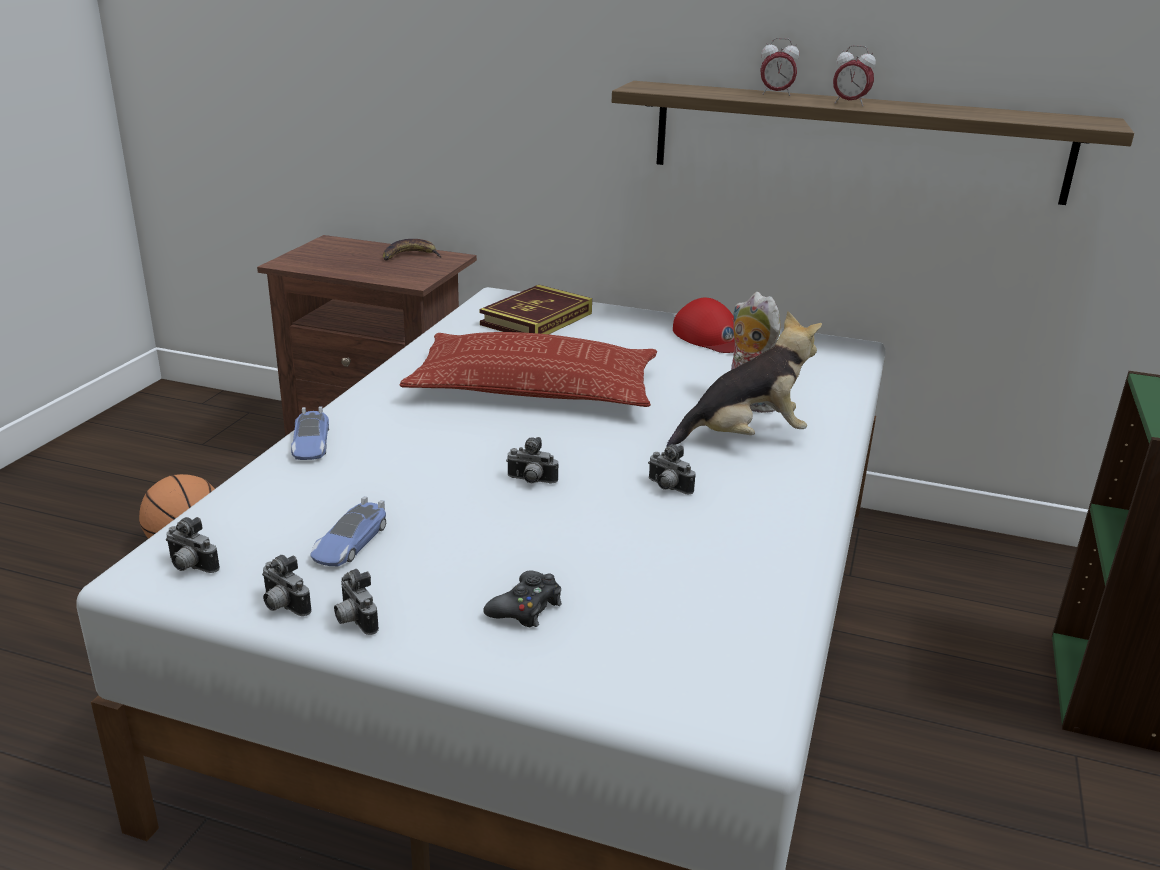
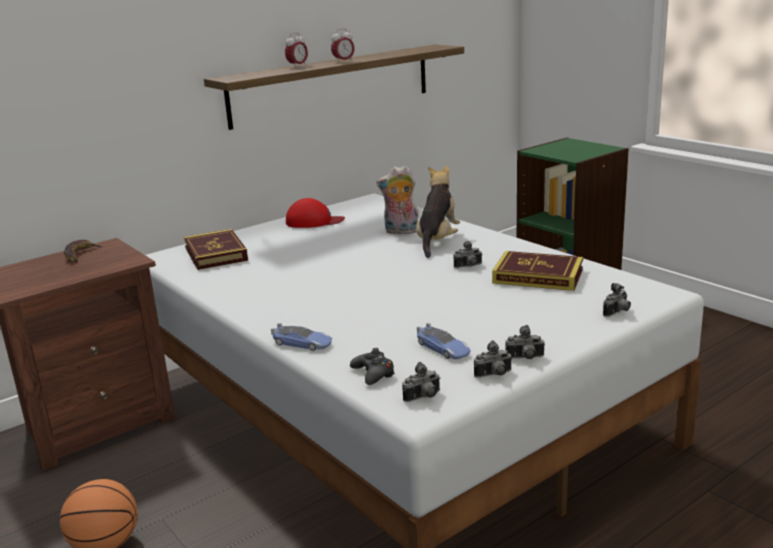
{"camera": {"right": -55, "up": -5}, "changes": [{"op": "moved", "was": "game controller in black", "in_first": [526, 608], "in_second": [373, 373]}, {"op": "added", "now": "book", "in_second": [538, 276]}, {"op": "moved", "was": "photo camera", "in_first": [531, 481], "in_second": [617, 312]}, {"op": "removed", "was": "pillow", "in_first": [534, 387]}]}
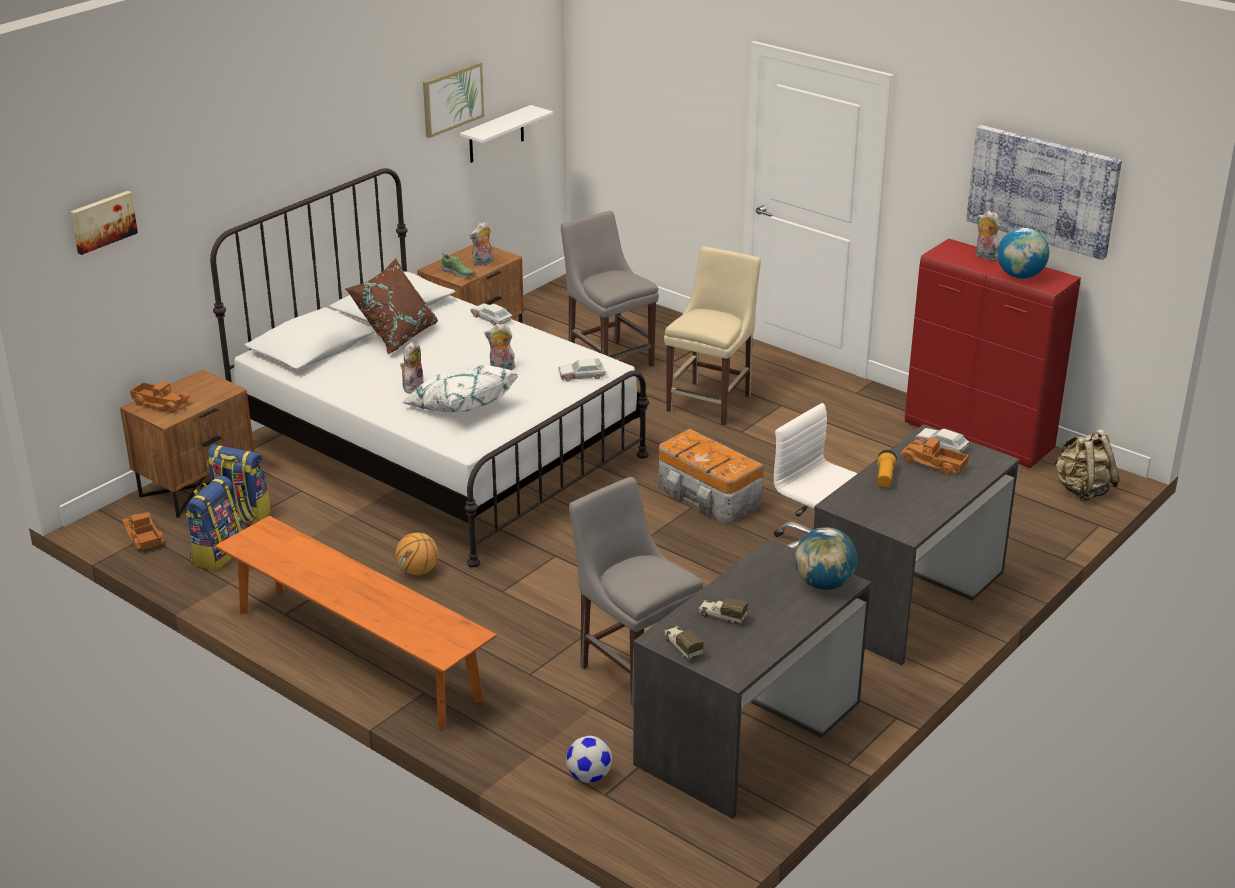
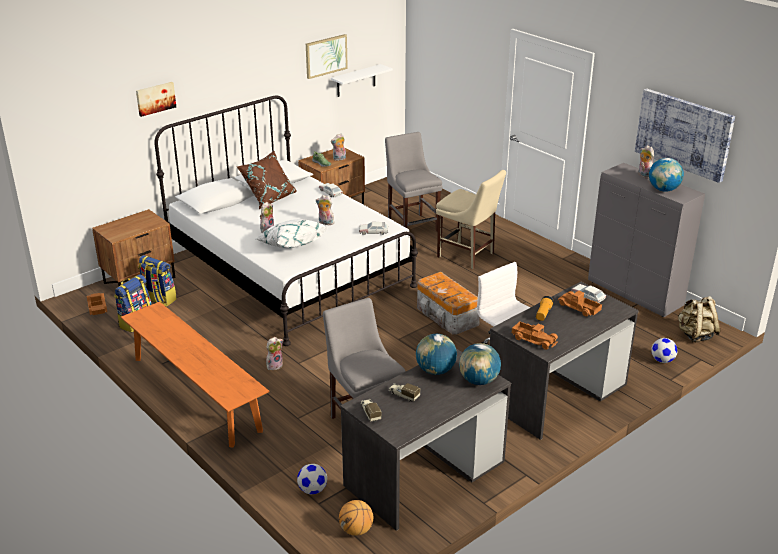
{"camera": {"right": 10, "up": 0}, "changes": [{"op": "moved", "was": "picture", "in_first": [102, 221], "in_second": [155, 98]}, {"op": "added", "now": "plush toy", "in_second": [274, 365]}, {"op": "moved", "was": "basketball", "in_first": [418, 571], "in_second": [356, 530]}, {"op": "added", "now": "globe", "in_second": [435, 370]}, {"op": "turned", "was": "chair in beige", "in_first": [711, 401], "in_second": [468, 256], "clockwise": 90}, {"op": "moved", "was": "toy truck", "in_first": [161, 403], "in_second": [534, 339]}, {"op": "recoloured", "was": "cabinet in red", "now": "cabinet in grey", "in_first": [979, 437], "in_second": [635, 294]}, {"op": "added", "now": "football", "in_second": [662, 360]}]}
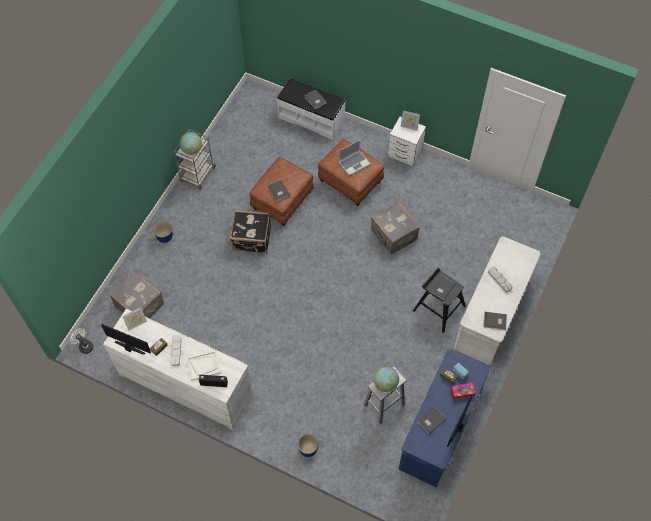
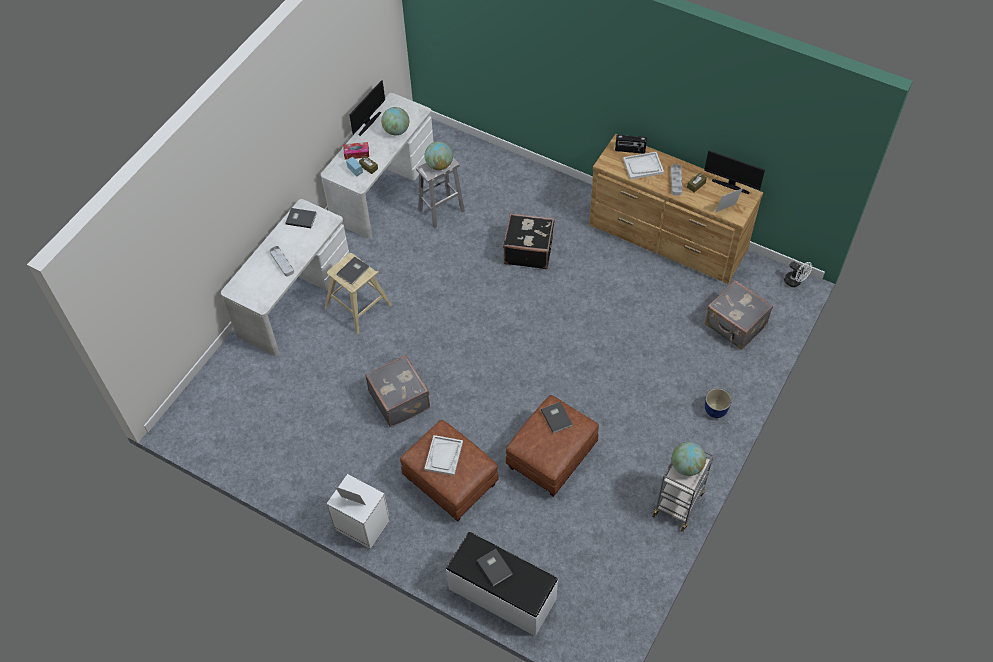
{"camera": {"right": -175, "up": -5}, "changes": [{"op": "recoloured", "was": "desk in blue", "now": "desk in white", "in_first": [440, 429], "in_second": [383, 187]}, {"op": "recoloured", "was": "stool in black", "now": "stool in beige", "in_first": [438, 308], "in_second": [358, 307]}, {"op": "replaced", "was": "book in grey", "now": "globe", "in_first": [430, 420], "in_second": [396, 131]}, {"op": "replaced", "was": "laptop", "now": "tray in white", "in_first": [354, 163], "in_second": [444, 456]}, {"op": "moved", "was": "suitcase in black", "in_first": [252, 239], "in_second": [528, 250]}, {"op": "recoloured", "was": "dresser in white", "now": "dresser in brown", "in_first": [185, 383], "in_second": [667, 239]}, {"op": "removed", "was": "planter", "in_first": [308, 449]}]}
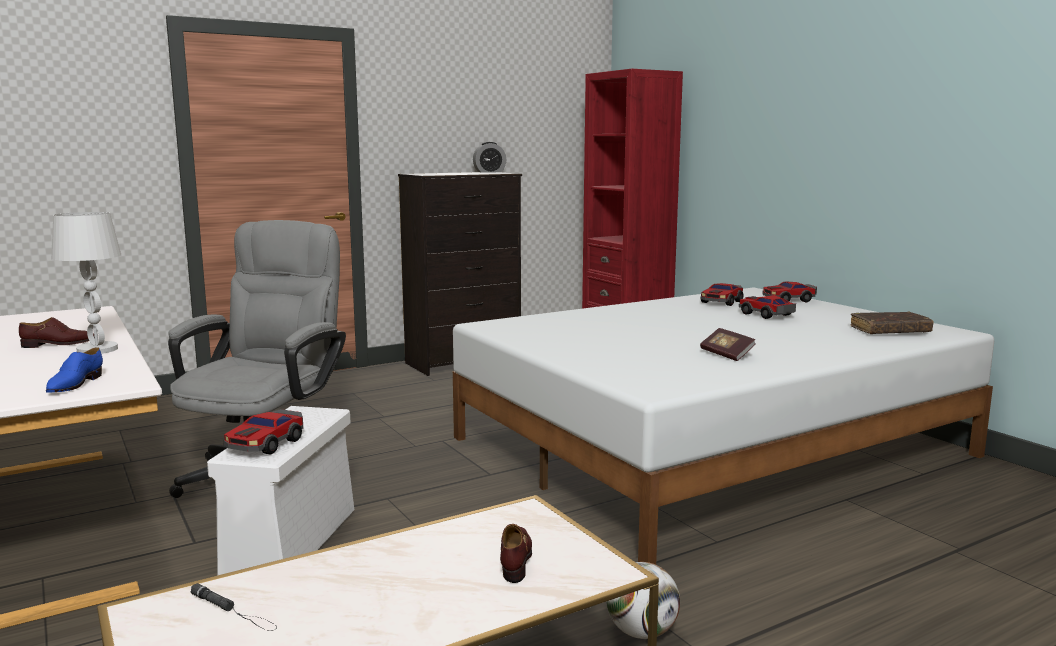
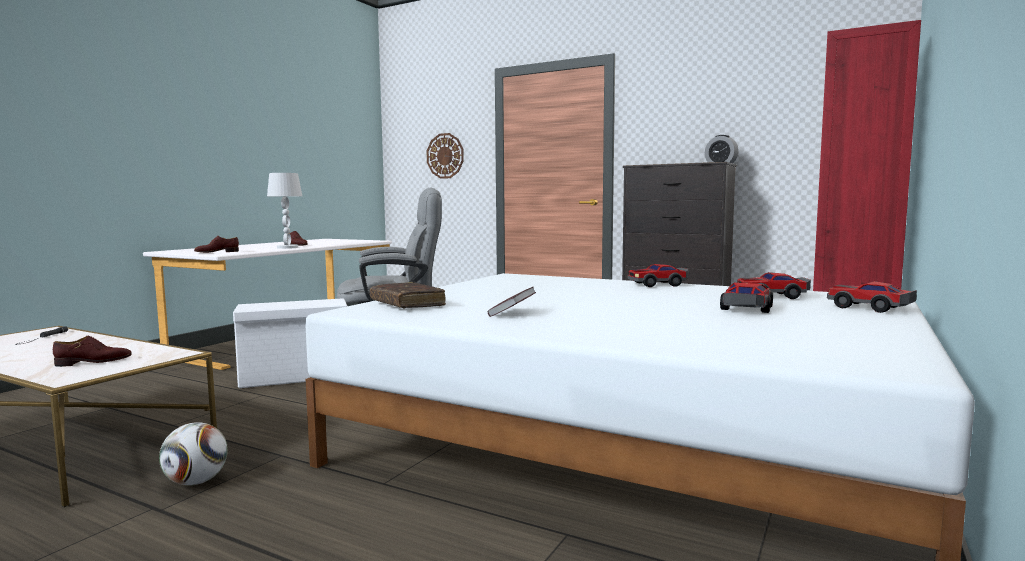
{"camera": {"right": 60, "up": -5}, "changes": [{"op": "recoloured", "was": "shoe in blue", "now": "shoe in brown", "in_first": [75, 384], "in_second": [217, 252]}, {"op": "moved", "was": "book in brown", "in_first": [890, 331], "in_second": [407, 304]}, {"op": "added", "now": "wall clock", "in_second": [445, 156]}, {"op": "moved", "was": "toy car", "in_first": [266, 444], "in_second": [657, 284]}]}
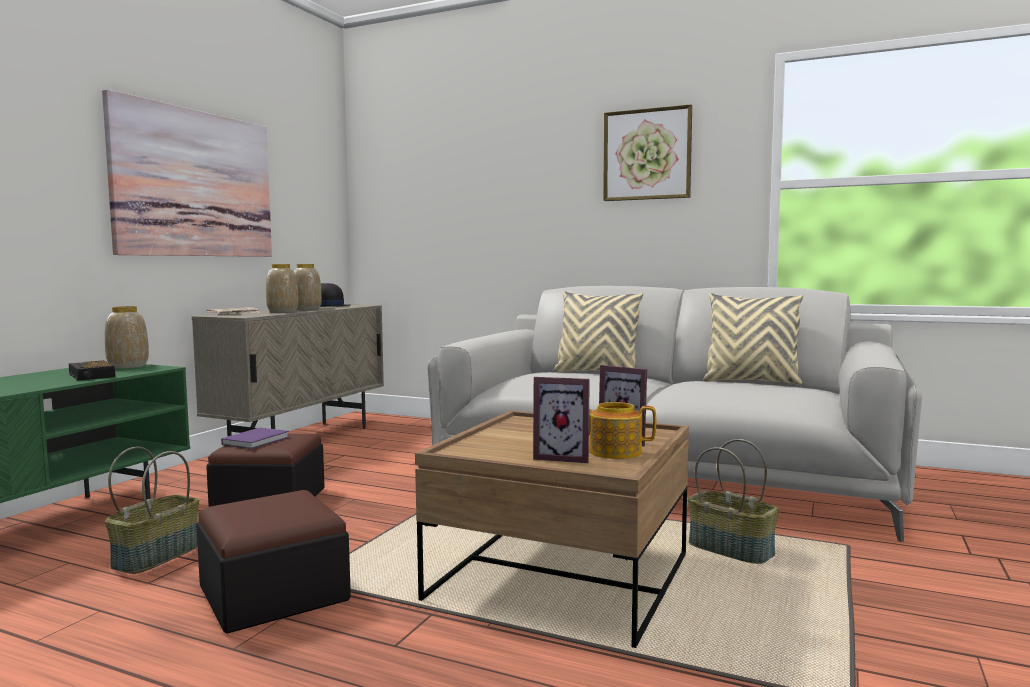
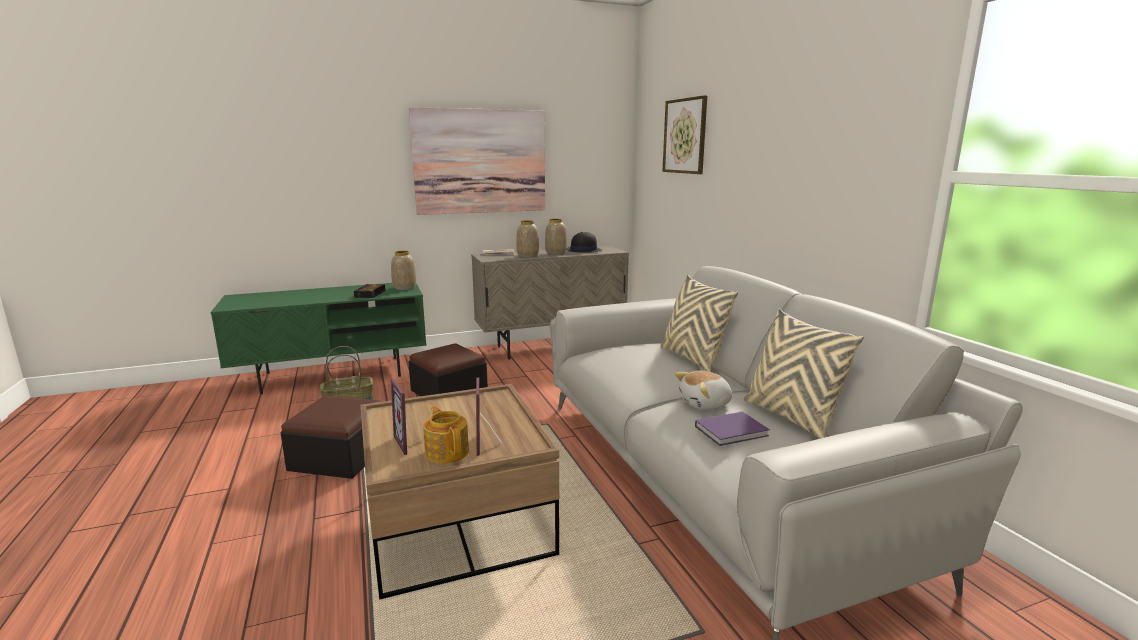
{"camera": {"right": 45, "up": 10}, "changes": [{"op": "moved", "was": "picture", "in_first": [647, 154], "in_second": [685, 136]}, {"op": "added", "now": "plush toy", "in_second": [705, 404]}, {"op": "moved", "was": "book in purple", "in_first": [257, 440], "in_second": [733, 431]}, {"op": "removed", "was": "basket", "in_first": [732, 549]}]}
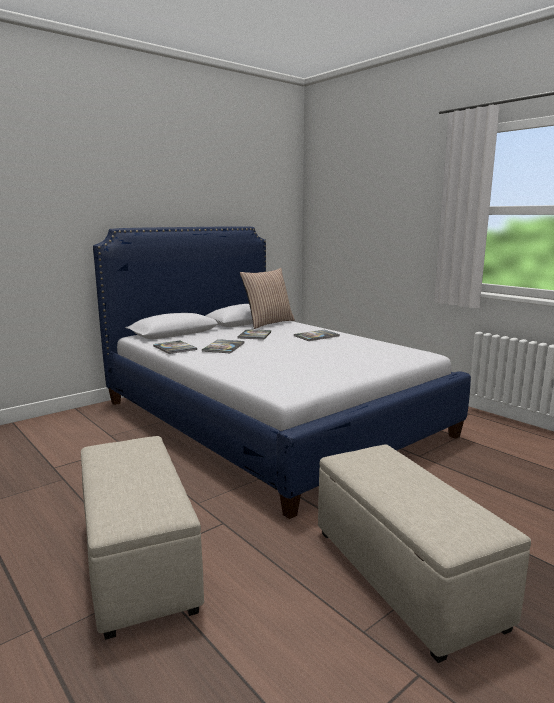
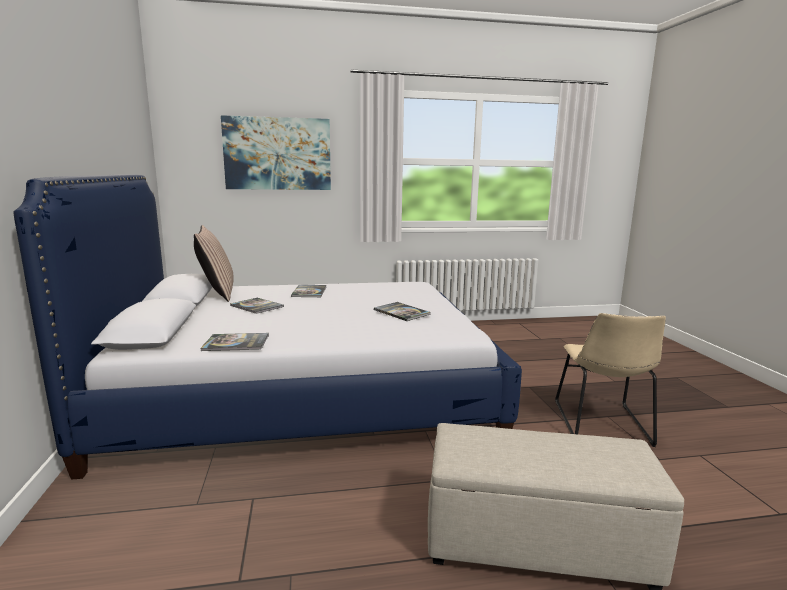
{"camera": {"right": -60, "up": 0}, "changes": [{"op": "added", "now": "picture", "in_second": [277, 154]}, {"op": "moved", "was": "book", "in_first": [223, 347], "in_second": [401, 312]}, {"op": "replaced", "was": "ottoman in beige", "now": "chair in beige", "in_first": [403, 575], "in_second": [602, 425]}]}
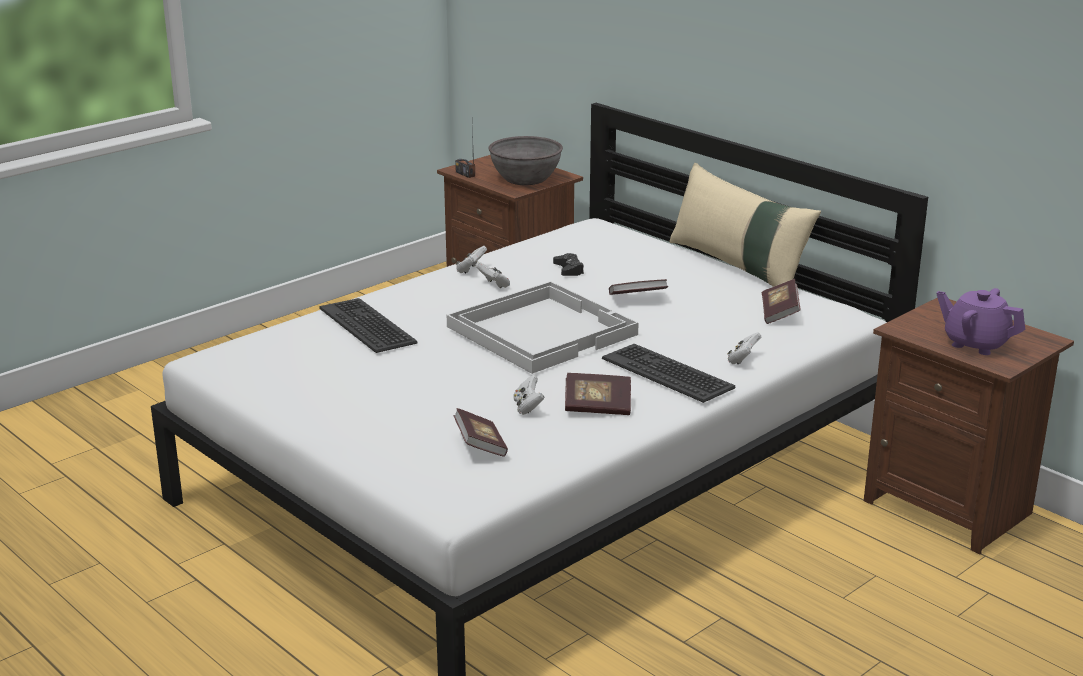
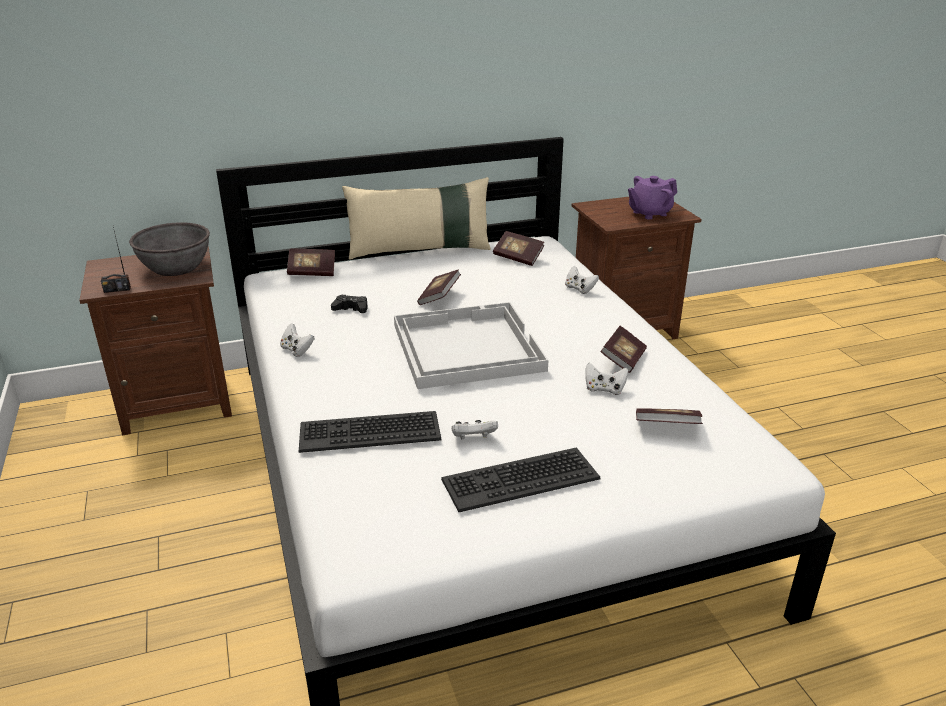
{"camera": {"right": -65, "up": 5}, "changes": [{"op": "added", "now": "book", "in_second": [312, 272]}, {"op": "moved", "was": "keyboard", "in_first": [668, 373], "in_second": [520, 479]}, {"op": "moved", "was": "game controller in white", "in_first": [494, 285], "in_second": [473, 439]}]}
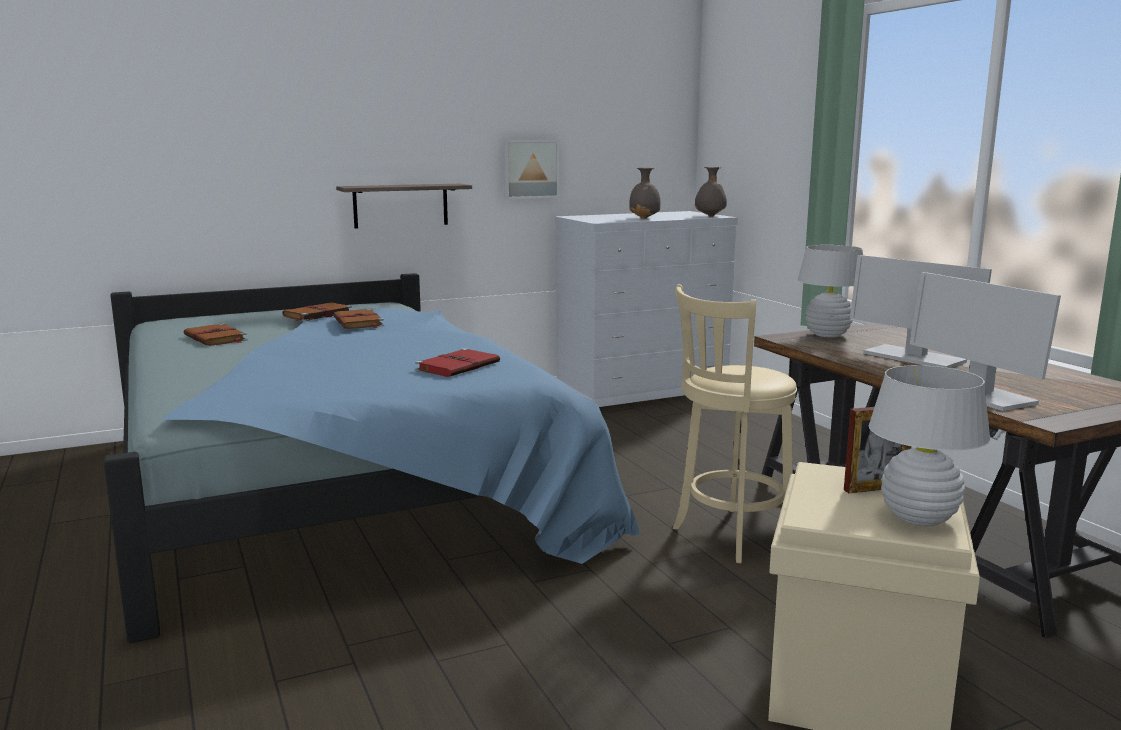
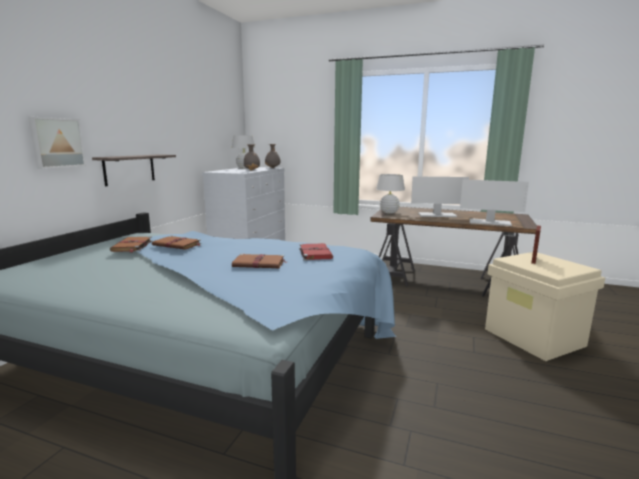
{"camera": {"right": -45, "up": 0}, "changes": [{"op": "moved", "was": "picture", "in_first": [530, 169], "in_second": [56, 143]}, {"op": "moved", "was": "table lamp in white", "in_first": [919, 518], "in_second": [244, 168]}, {"op": "moved", "was": "book in brown", "in_first": [216, 338], "in_second": [260, 263]}, {"op": "removed", "was": "stool in beige", "in_first": [729, 536]}]}
